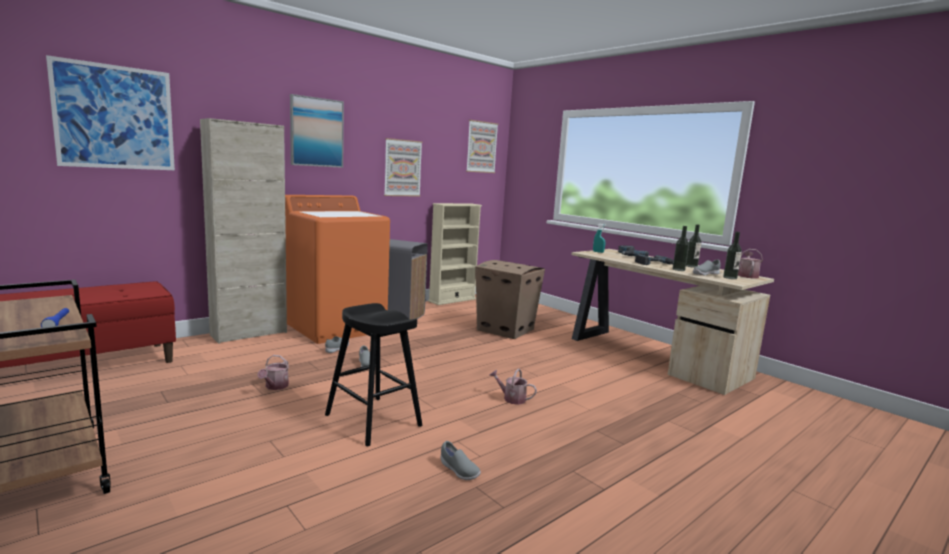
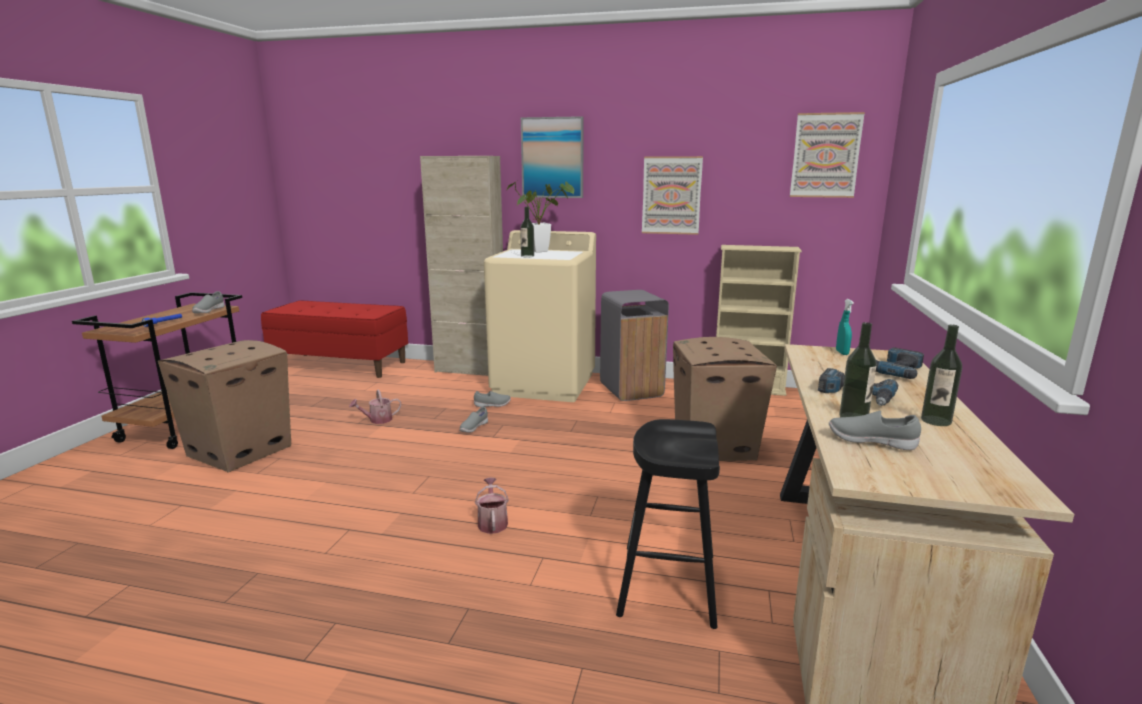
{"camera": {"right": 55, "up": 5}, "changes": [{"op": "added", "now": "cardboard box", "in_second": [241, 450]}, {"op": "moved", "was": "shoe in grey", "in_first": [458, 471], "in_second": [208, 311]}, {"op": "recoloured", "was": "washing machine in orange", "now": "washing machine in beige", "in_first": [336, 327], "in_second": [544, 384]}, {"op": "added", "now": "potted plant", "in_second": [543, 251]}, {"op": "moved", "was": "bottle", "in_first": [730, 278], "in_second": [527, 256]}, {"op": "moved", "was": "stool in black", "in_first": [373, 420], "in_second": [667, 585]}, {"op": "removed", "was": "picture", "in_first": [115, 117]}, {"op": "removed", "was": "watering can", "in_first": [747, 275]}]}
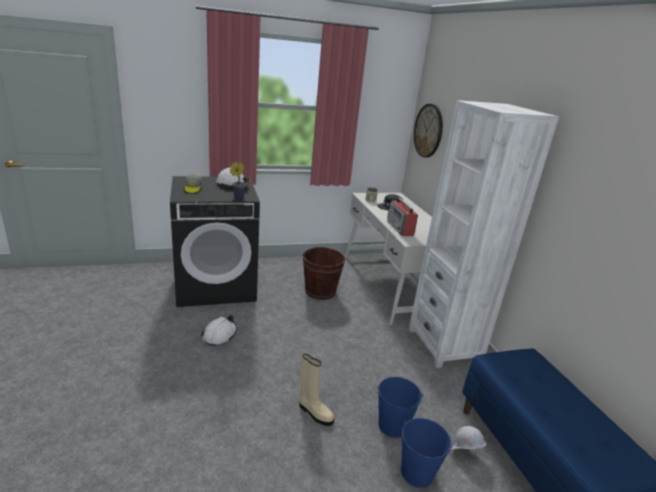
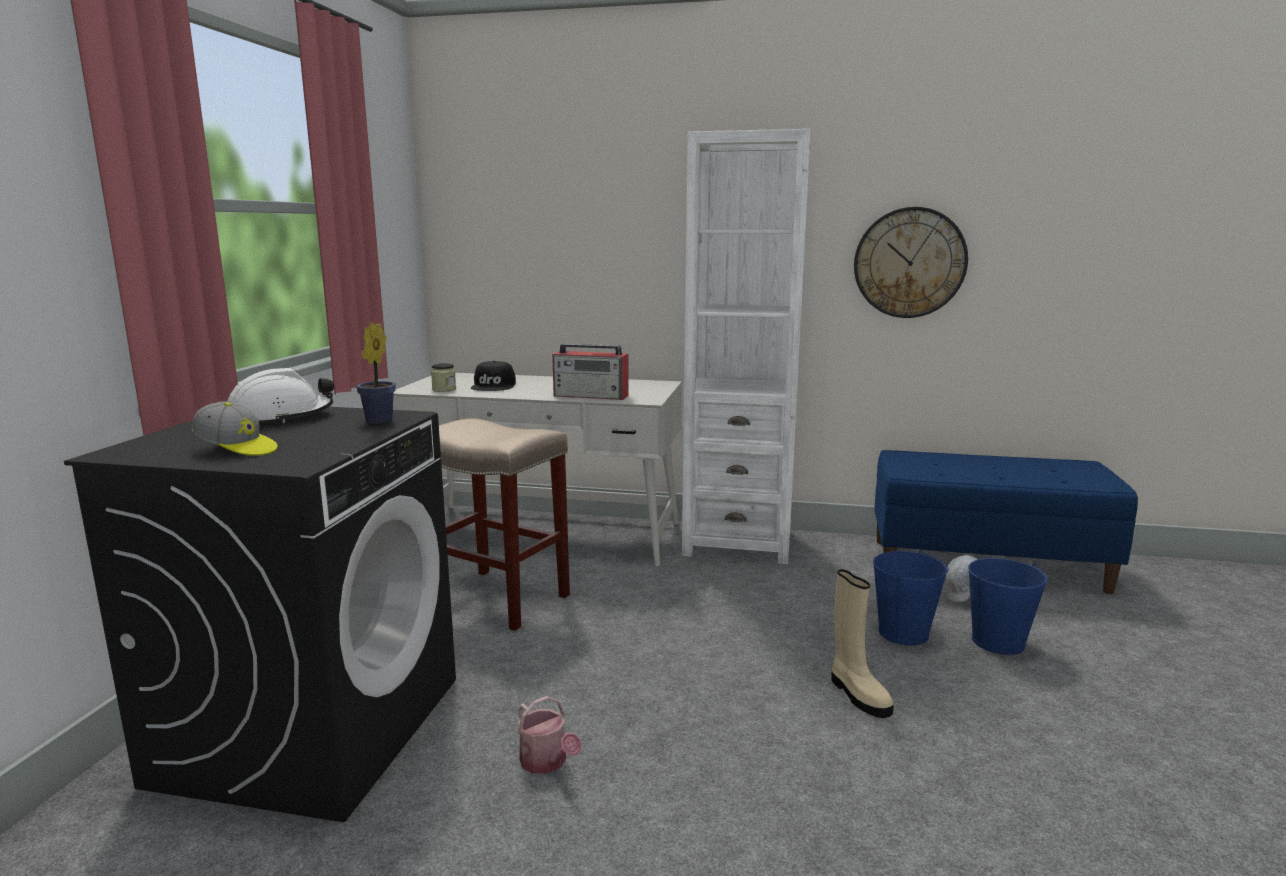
{"camera": {"right": -60, "up": -10}, "changes": [{"op": "replaced", "was": "bucket in brown", "now": "stool in beige", "in_first": [320, 291], "in_second": [496, 599]}, {"op": "replaced", "was": "hard hat in white", "now": "watering can", "in_first": [219, 335], "in_second": [547, 762]}, {"op": "turned", "was": "boot in beige", "in_first": [314, 413], "in_second": [858, 694], "clockwise": 90}, {"op": "moved", "was": "wall clock", "in_first": [428, 131], "in_second": [909, 263]}]}
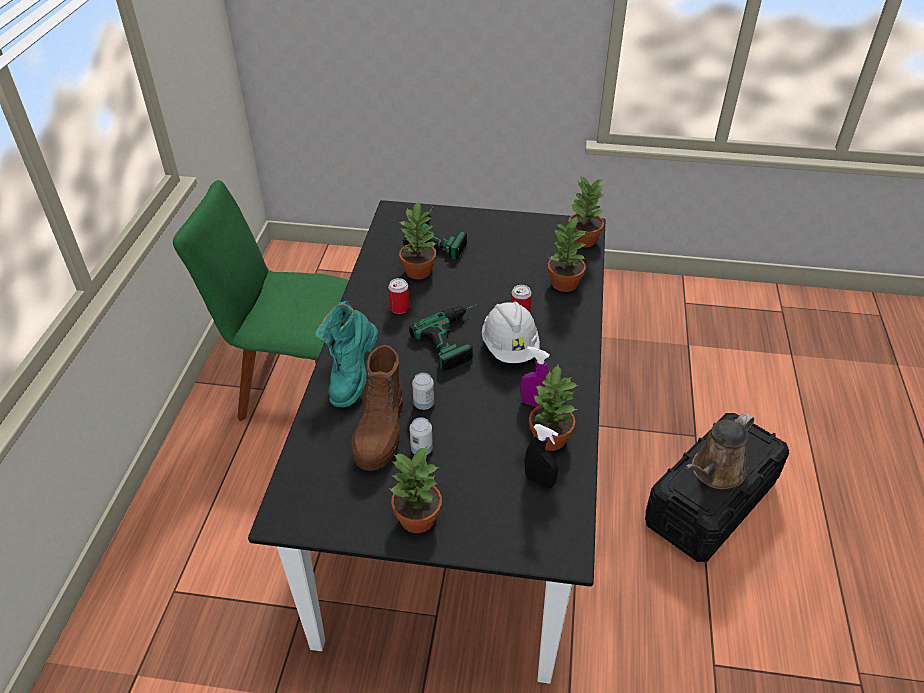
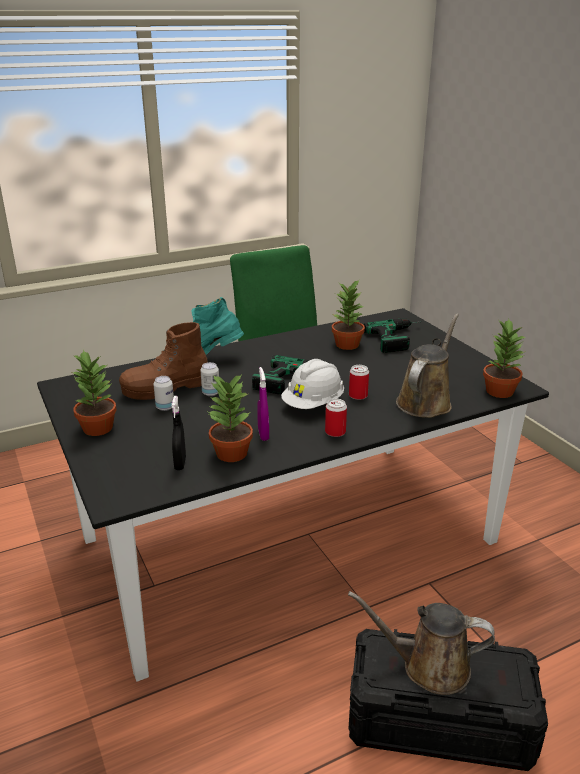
{"camera": {"right": 55, "up": -15}, "changes": [{"op": "moved", "was": "can", "in_first": [399, 308], "in_second": [335, 432]}, {"op": "replaced", "was": "potted plant", "now": "watering can in brown", "in_first": [564, 284], "in_second": [425, 401]}]}
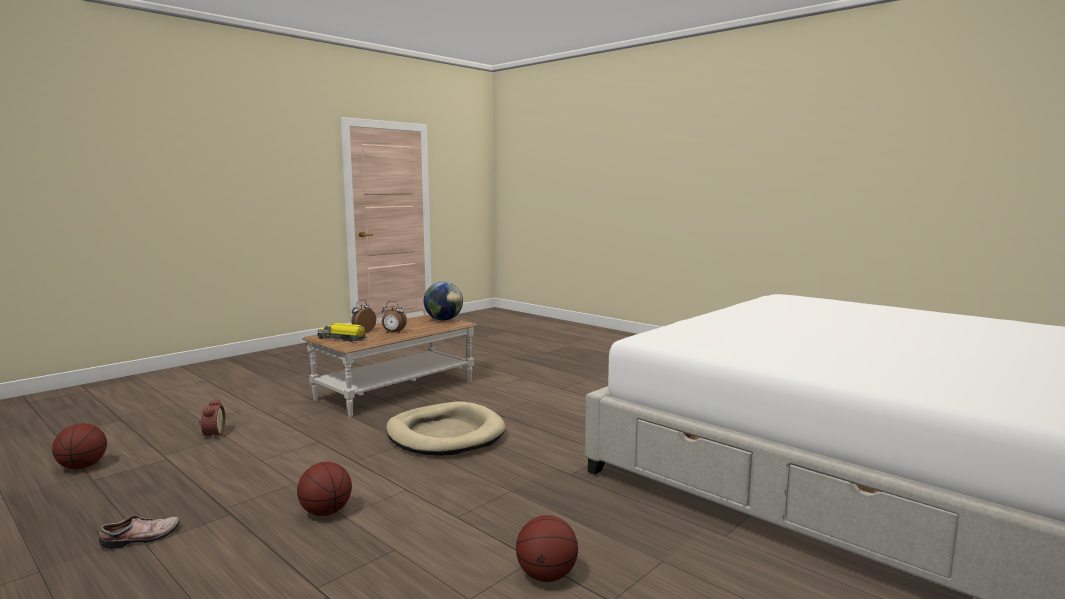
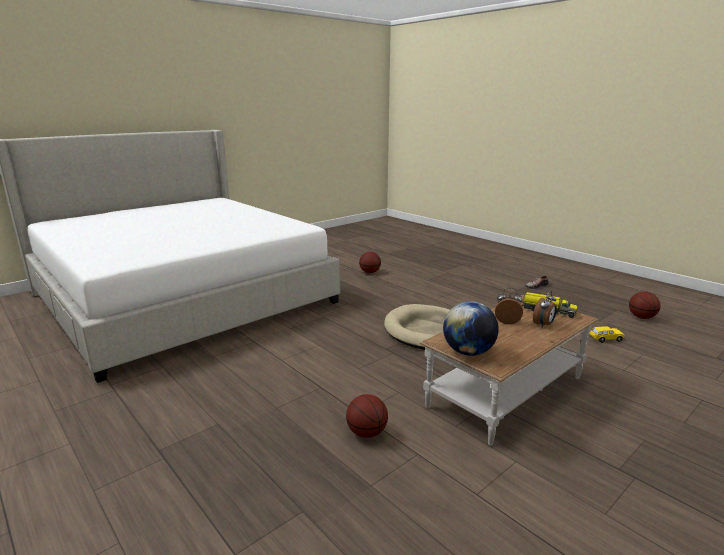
{"camera": {"right": -175, "up": 10}, "changes": [{"op": "moved", "was": "basketball", "in_first": [326, 512], "in_second": [367, 433]}, {"op": "replaced", "was": "alarm clock", "now": "toy car in yellow", "in_first": [212, 434], "in_second": [605, 339]}]}
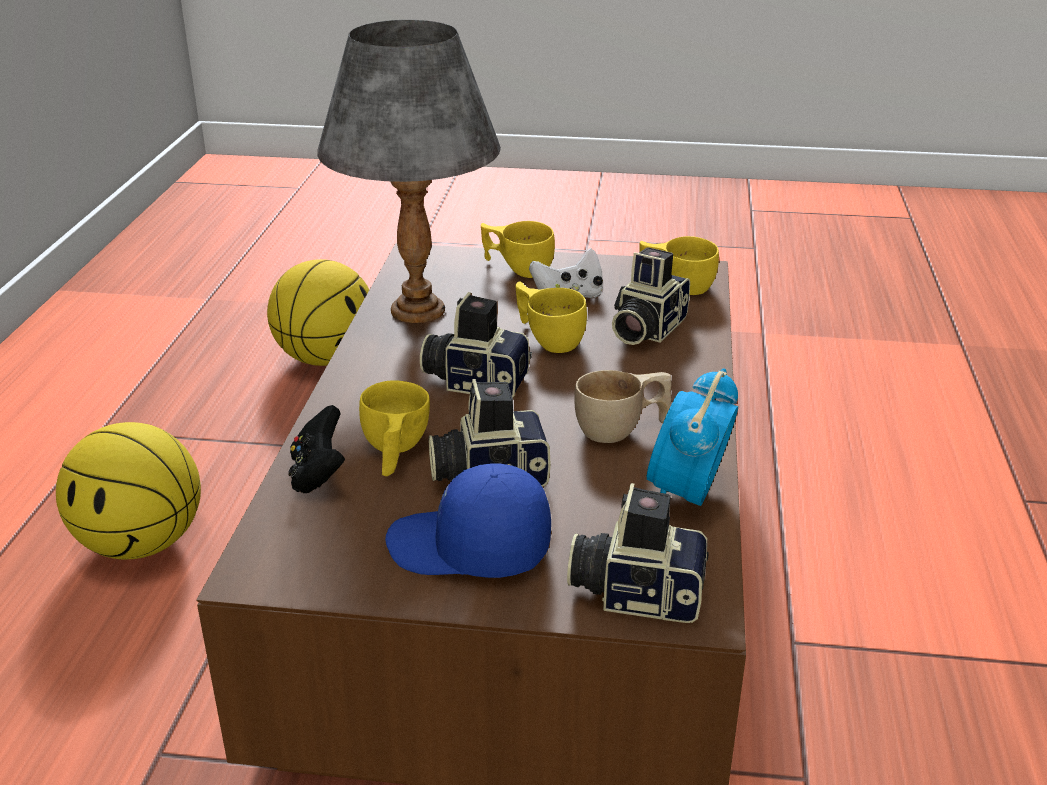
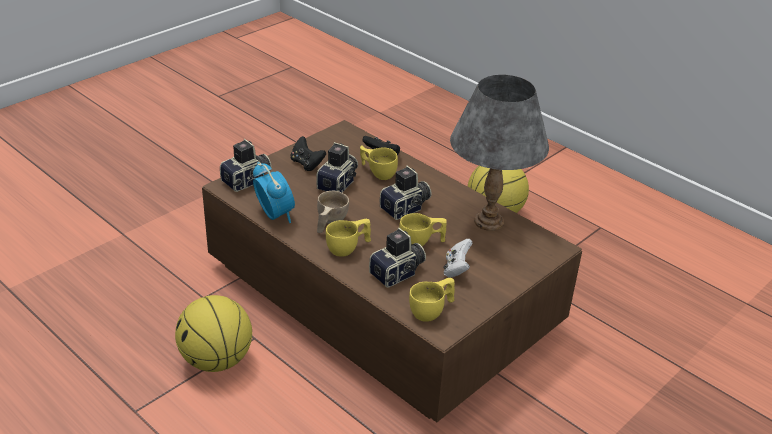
{"camera": {"right": 125, "up": 5}, "changes": [{"op": "moved", "was": "basketball", "in_first": [326, 358], "in_second": [216, 360]}, {"op": "replaced", "was": "cap in blue", "now": "game controller in black", "in_first": [468, 549], "in_second": [306, 164]}, {"op": "moved", "was": "cup in yellow", "in_first": [517, 268], "in_second": [348, 248]}, {"op": "turned", "was": "photo camera", "in_first": [645, 329], "in_second": [398, 273], "clockwise": 75}]}
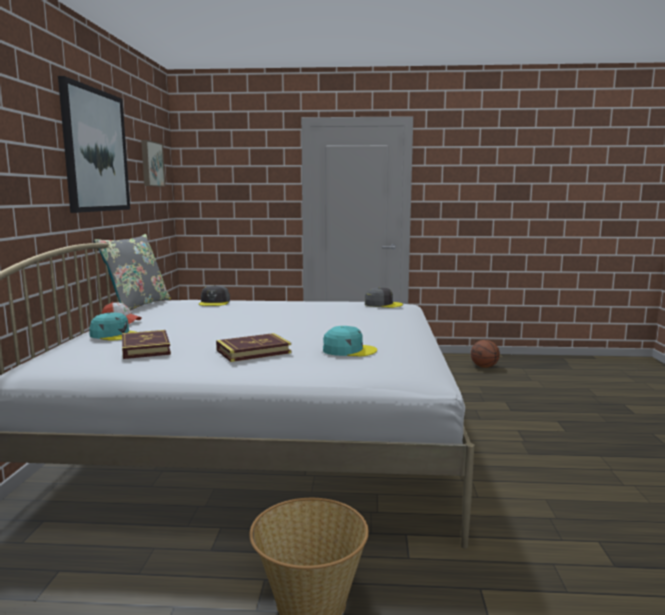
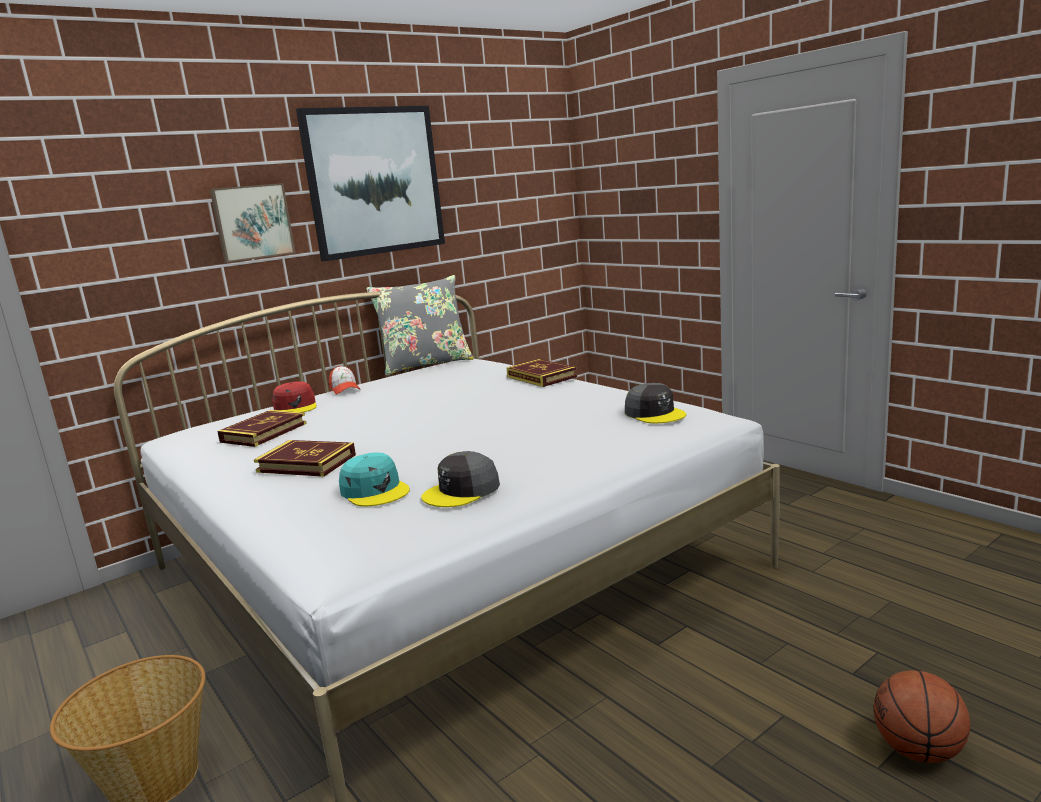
{"camera": {"right": 50, "up": 5}, "changes": [{"op": "moved", "was": "picture", "in_first": [151, 164], "in_second": [252, 222]}, {"op": "recoloured", "was": "cap in turquoise", "now": "cap in red", "in_first": [114, 335], "in_second": [295, 407]}, {"op": "moved", "was": "cap in grey", "in_first": [214, 302], "in_second": [462, 491]}, {"op": "added", "now": "book", "in_second": [541, 377]}, {"op": "moved", "was": "basketball", "in_first": [484, 367], "in_second": [918, 751]}]}
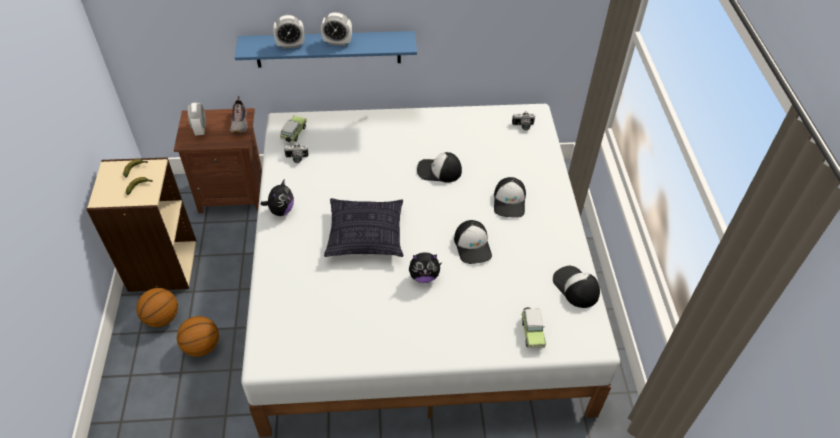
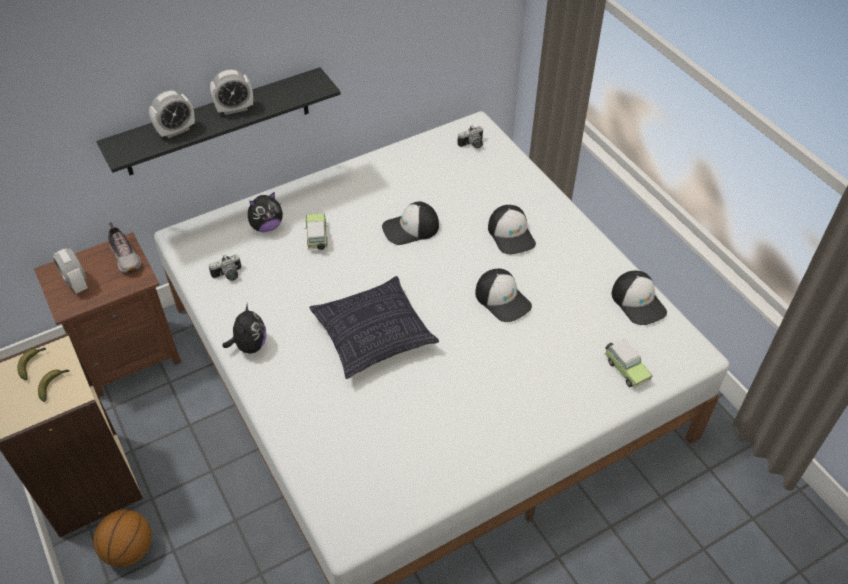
{"camera": {"right": -25, "up": 0}, "changes": [{"op": "recoloured", "was": "shelf in blue", "now": "shelf in black", "in_first": [328, 49], "in_second": [217, 122]}, {"op": "moved", "was": "plush toy", "in_first": [424, 276], "in_second": [266, 226]}, {"op": "moved", "was": "toy car", "in_first": [293, 134], "in_second": [317, 238]}, {"op": "turned", "was": "cap", "in_first": [575, 287], "in_second": [638, 302], "clockwise": -150}, {"op": "removed", "was": "basketball", "in_first": [202, 346]}]}
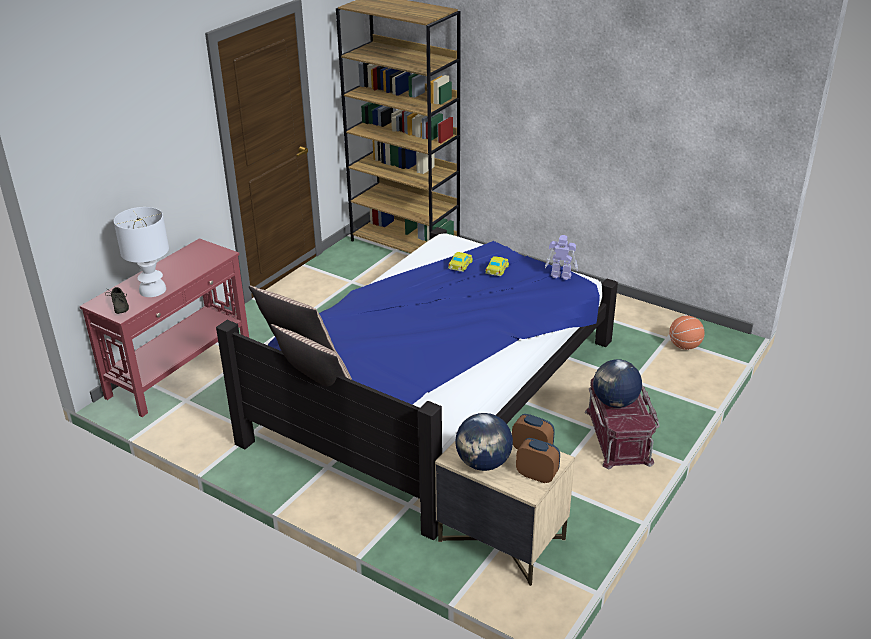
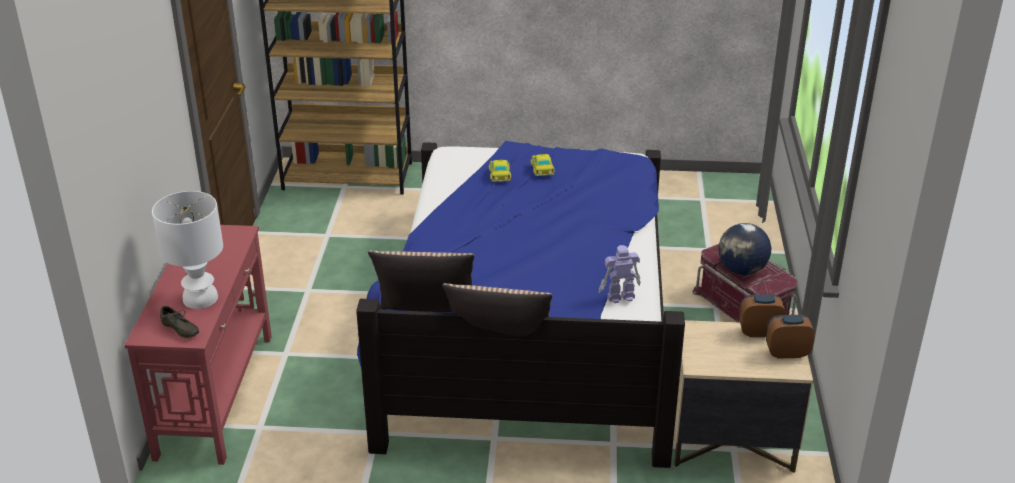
{"camera": {"right": -30, "up": 0}, "changes": [{"op": "moved", "was": "toy robot", "in_first": [560, 275], "in_second": [619, 297]}, {"op": "removed", "was": "globe", "in_first": [484, 463]}, {"op": "removed", "was": "basketball", "in_first": [684, 346]}]}
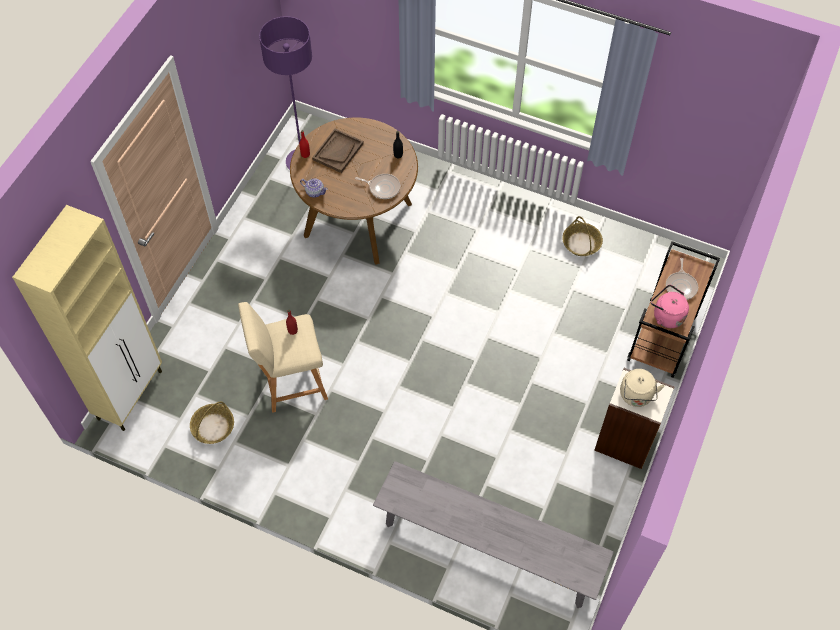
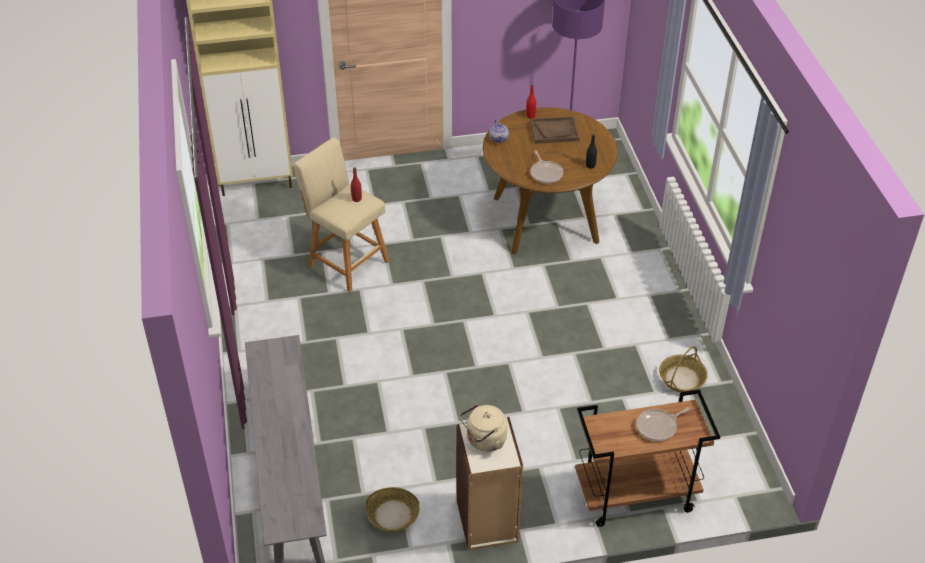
{"camera": {"right": 55, "up": -15}, "changes": [{"op": "moved", "was": "basket", "in_first": [213, 427], "in_second": [392, 515]}, {"op": "removed", "was": "kettle in pink", "in_first": [666, 315]}]}
